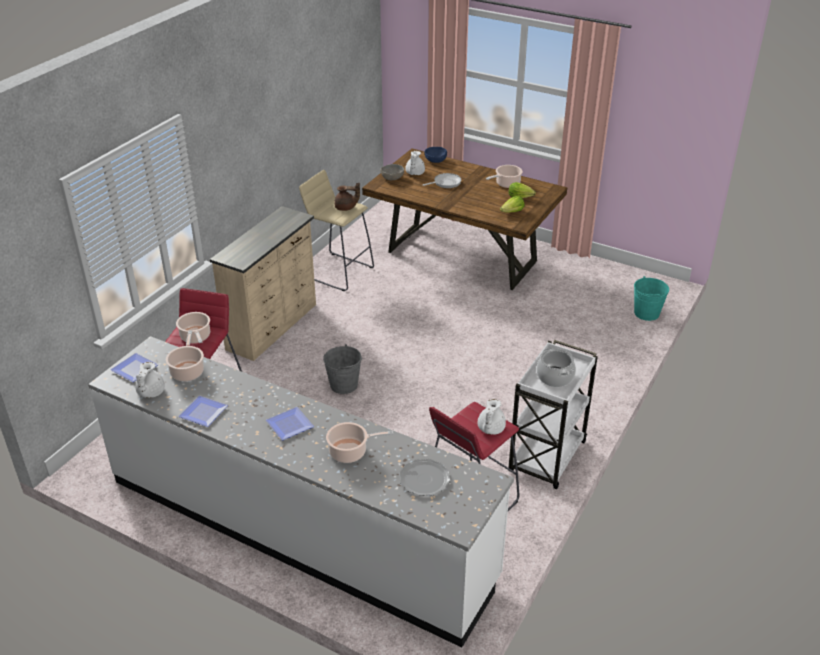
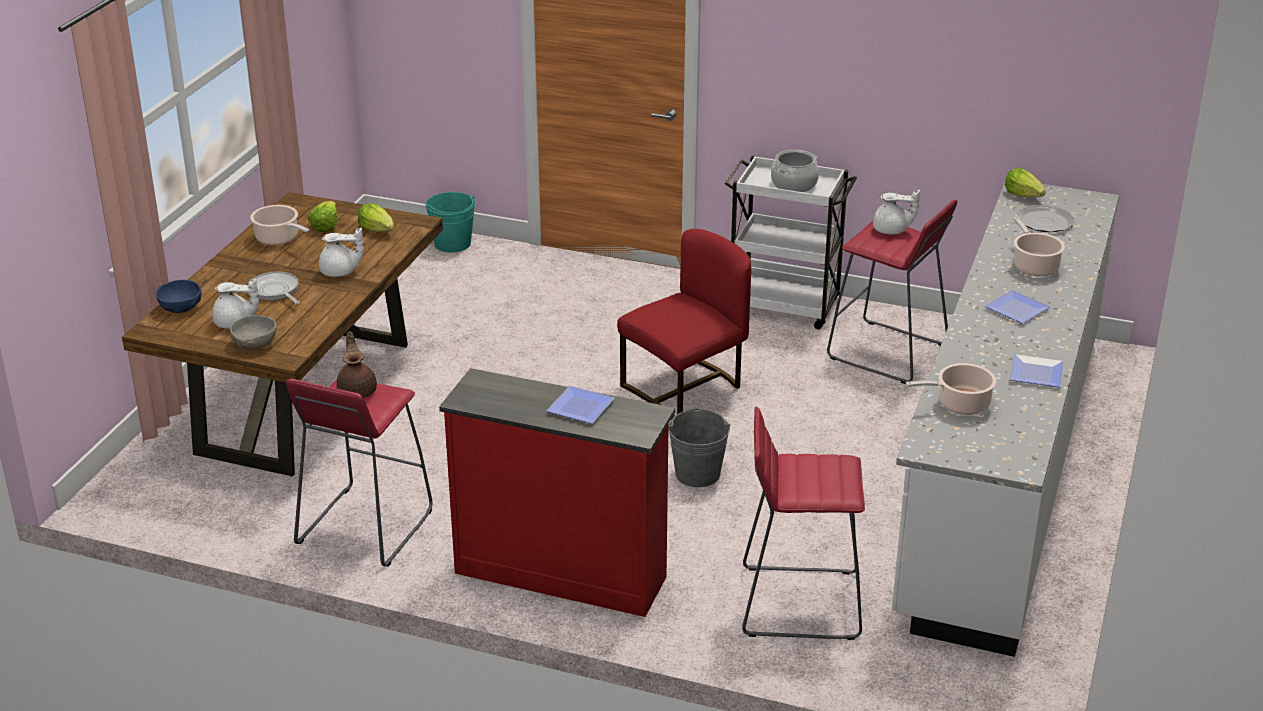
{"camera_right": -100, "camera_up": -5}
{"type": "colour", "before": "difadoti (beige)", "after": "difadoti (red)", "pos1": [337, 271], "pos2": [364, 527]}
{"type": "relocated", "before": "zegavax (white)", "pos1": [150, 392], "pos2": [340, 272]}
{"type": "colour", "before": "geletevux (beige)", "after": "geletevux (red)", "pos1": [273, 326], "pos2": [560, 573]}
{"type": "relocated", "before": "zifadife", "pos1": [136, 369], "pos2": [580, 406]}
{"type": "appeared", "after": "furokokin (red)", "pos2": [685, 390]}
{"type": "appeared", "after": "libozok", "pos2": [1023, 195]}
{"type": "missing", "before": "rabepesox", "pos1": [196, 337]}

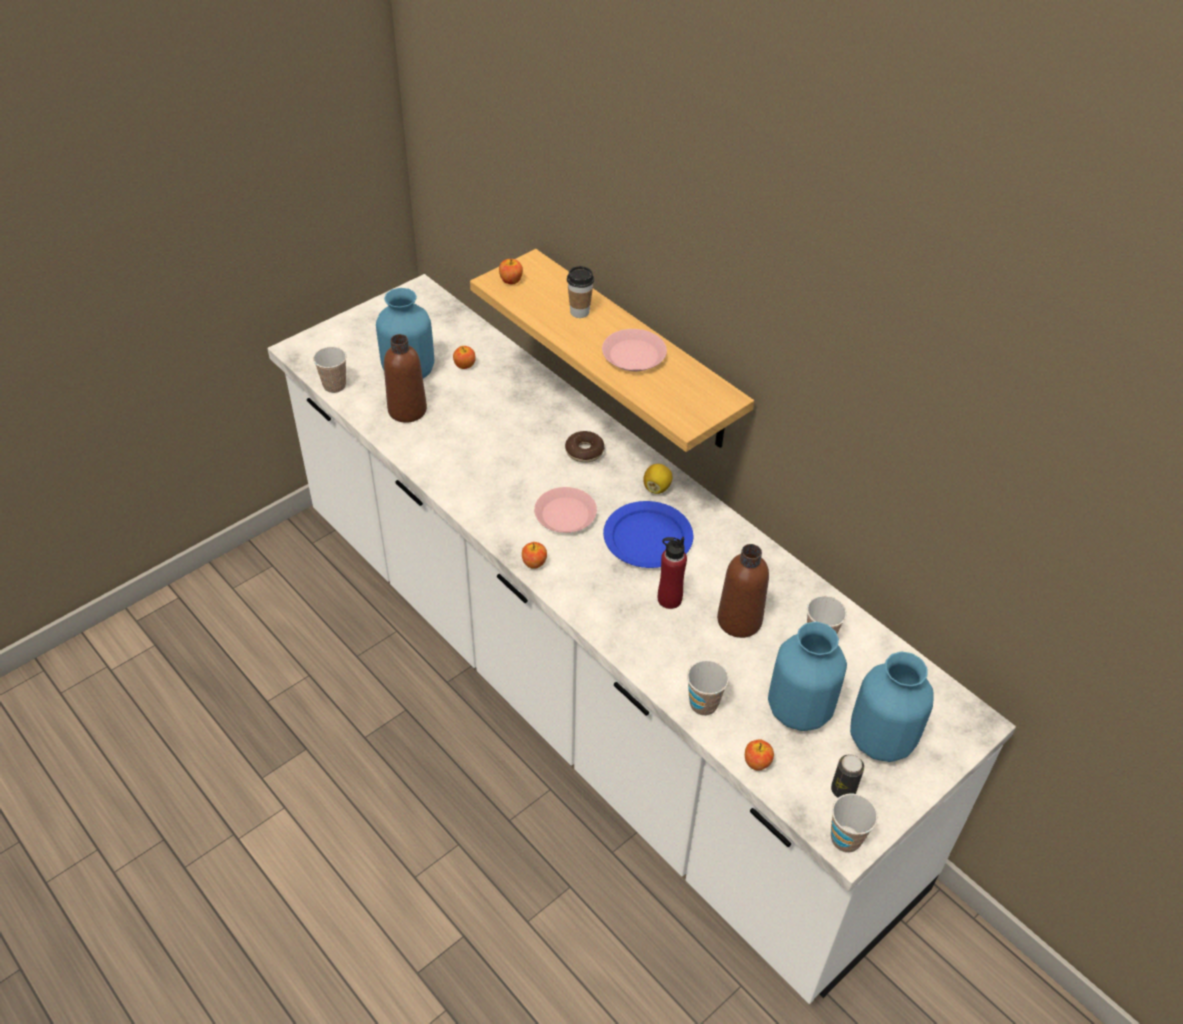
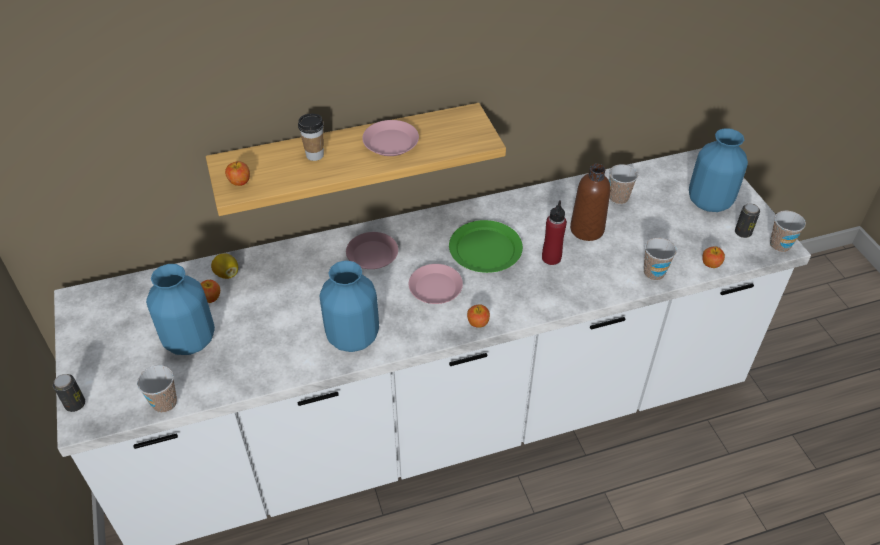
{"camera_right": -65, "camera_up": 0}
{"type": "appeared", "after": "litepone", "pos2": [75, 404]}
{"type": "relocated", "before": "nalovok", "pos1": [657, 487], "pos2": [227, 274]}
{"type": "relocated", "before": "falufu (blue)", "pos1": [799, 711], "pos2": [353, 337]}
{"type": "exchanged", "before": "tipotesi", "after": "zifadife (pink)", "pos1": [584, 451], "pos2": [372, 254]}
{"type": "colour", "before": "zifadife (blue)", "after": "zifadife (green)", "pos1": [647, 538], "pos2": [485, 249]}
{"type": "missing", "before": "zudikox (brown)", "pos1": [407, 410]}

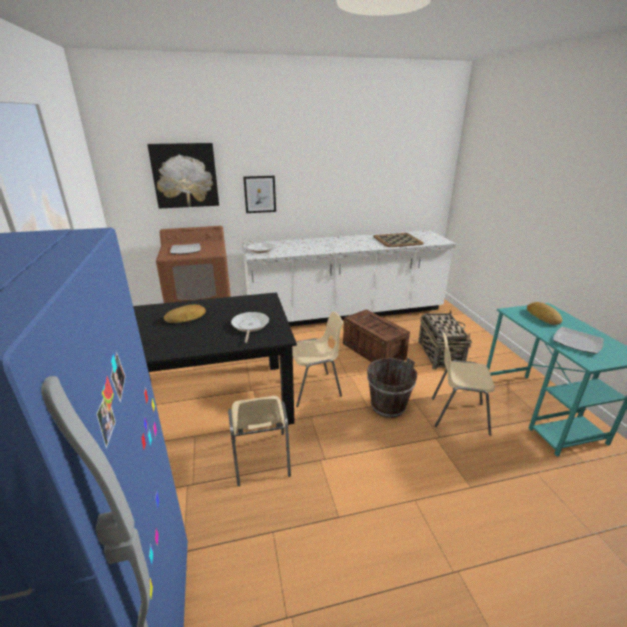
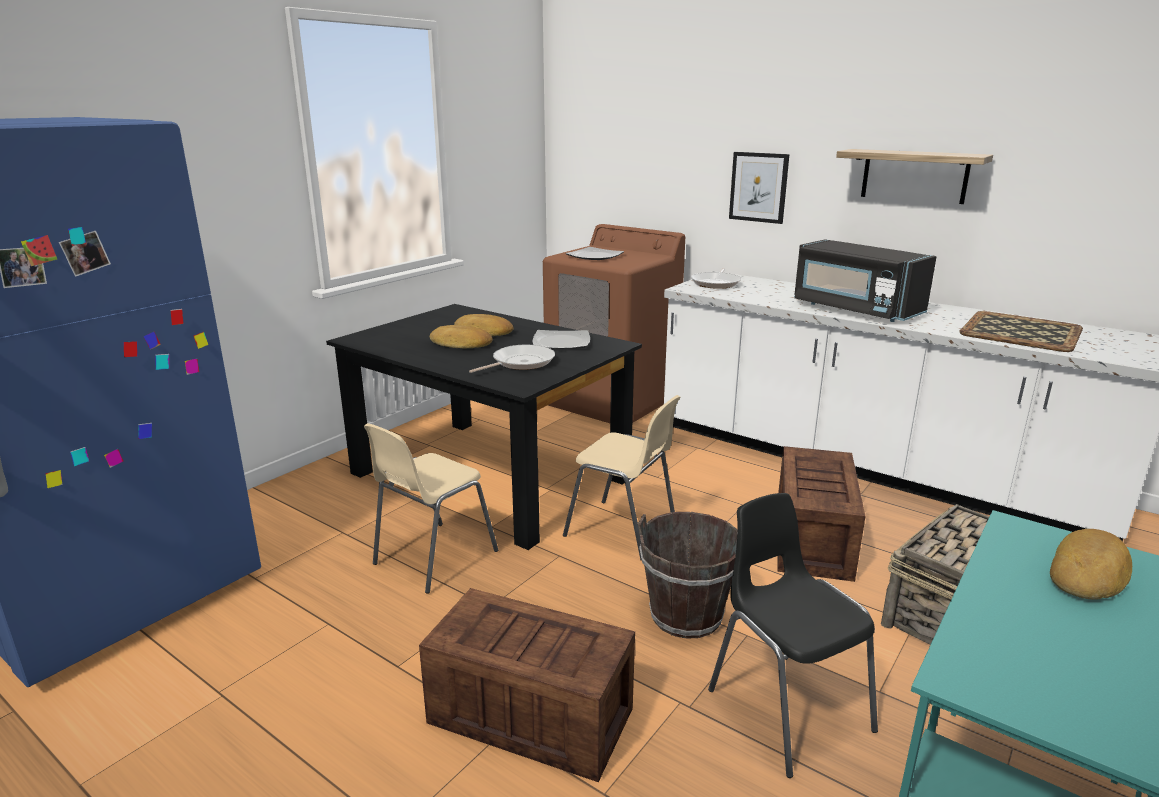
{"camera_right": 50, "camera_up": -5}
{"type": "appeared", "after": "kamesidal", "pos2": [527, 715]}
{"type": "appeared", "after": "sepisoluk", "pos2": [461, 344]}
{"type": "relocated", "before": "zifadife", "pos1": [577, 342], "pos2": [562, 342]}
{"type": "colour", "before": "furokokin (beige)", "after": "furokokin (black)", "pos1": [457, 415], "pos2": [786, 708]}
{"type": "appeared", "after": "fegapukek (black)", "pos2": [855, 309]}
{"type": "appeared", "after": "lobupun", "pos2": [914, 176]}
{"type": "missing", "before": "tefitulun", "pos1": [185, 175]}

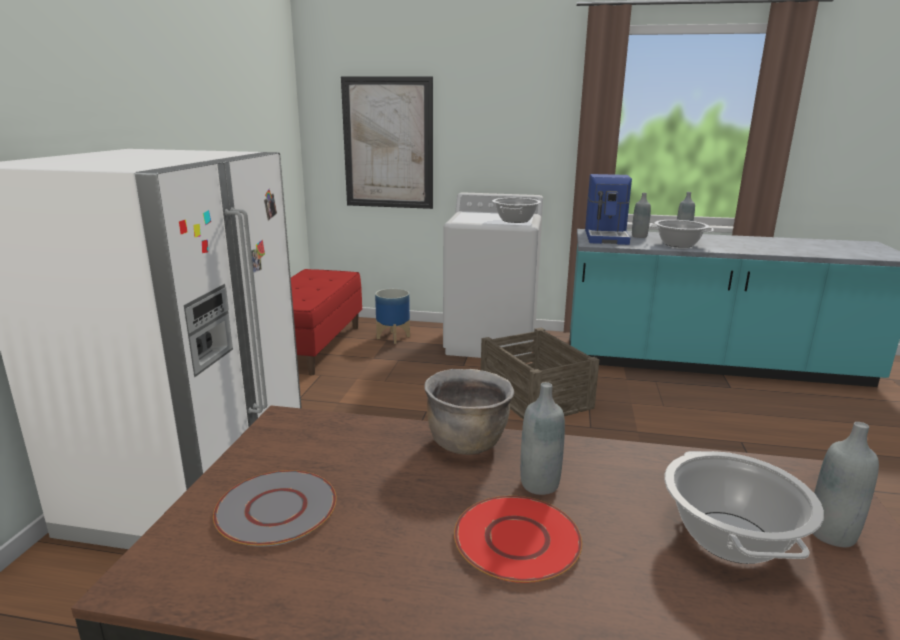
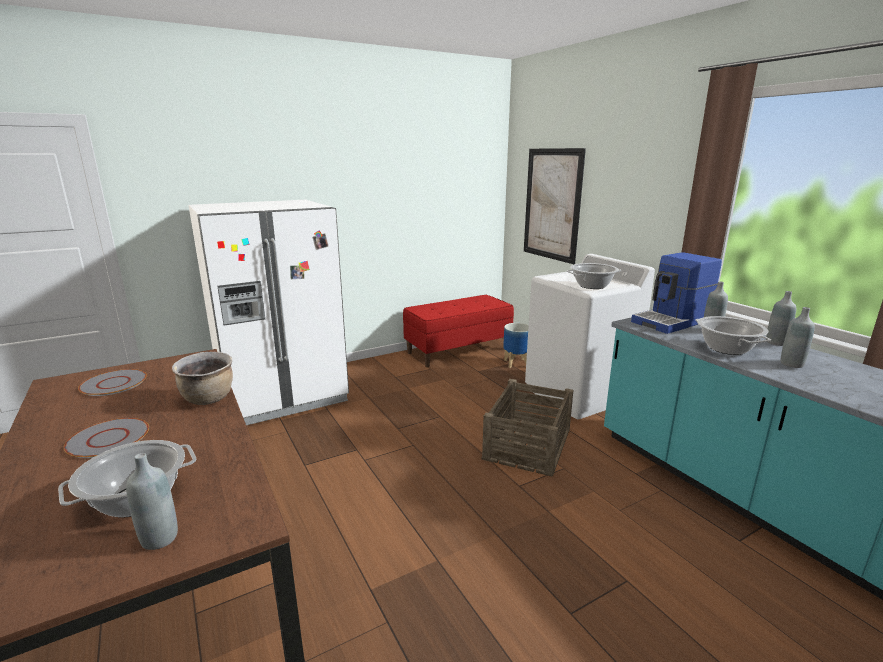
{"camera_right": 50, "camera_up": 0}
{"type": "colour", "before": "zifadife (red)", "after": "zifadife (grey)", "pos1": [518, 539], "pos2": [108, 439]}
{"type": "relocated", "before": "zudikox (grey)", "pos1": [539, 484], "pos2": [791, 364]}

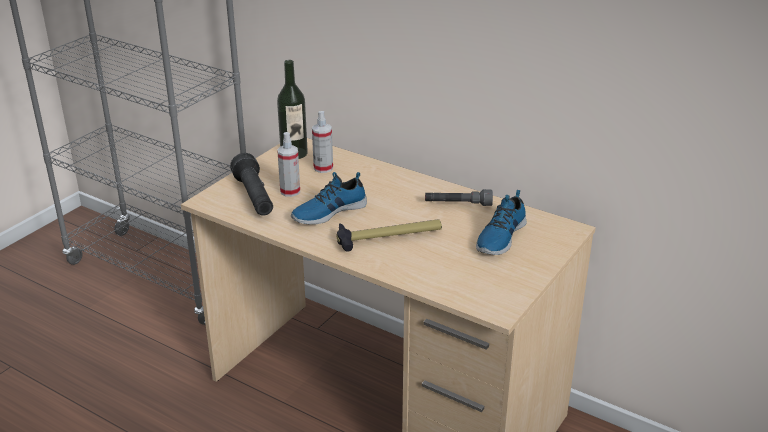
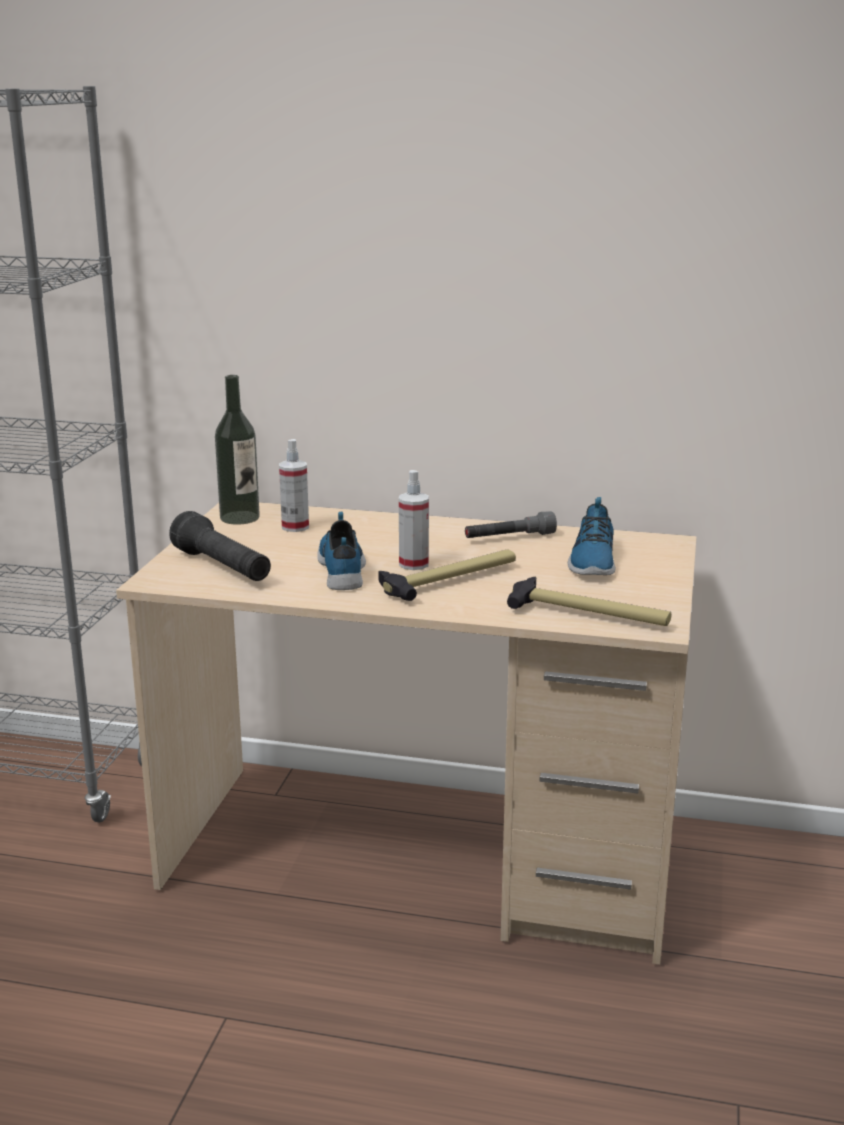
{"camera_right": -20, "camera_up": -10}
{"type": "spun", "before": "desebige", "pos1": [328, 211], "pos2": [343, 567], "turn": 135}
{"type": "relocated", "before": "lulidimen", "pos1": [290, 191], "pos2": [414, 564]}
{"type": "appeared", "after": "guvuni", "pos2": [589, 615]}

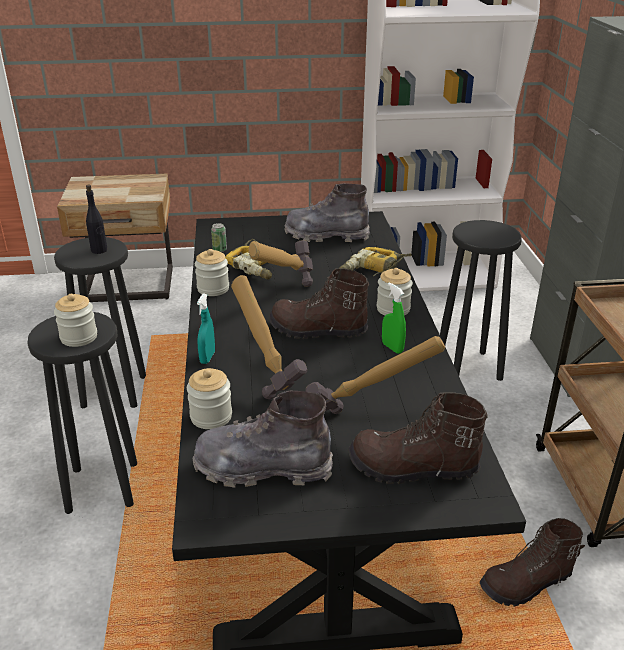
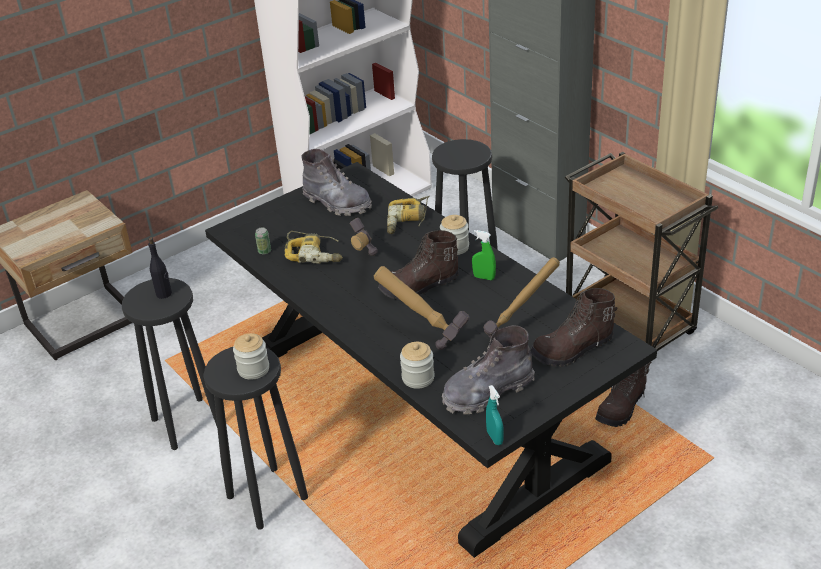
{"camera_right": -30, "camera_up": 5}
{"type": "spun", "before": "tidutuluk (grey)", "pos1": [326, 235], "pos2": [337, 203], "turn": -120}
{"type": "relocated", "before": "lulidimen (turquoise)", "pos1": [207, 357], "pos2": [494, 438]}
{"type": "missing", "before": "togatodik", "pos1": [213, 289]}

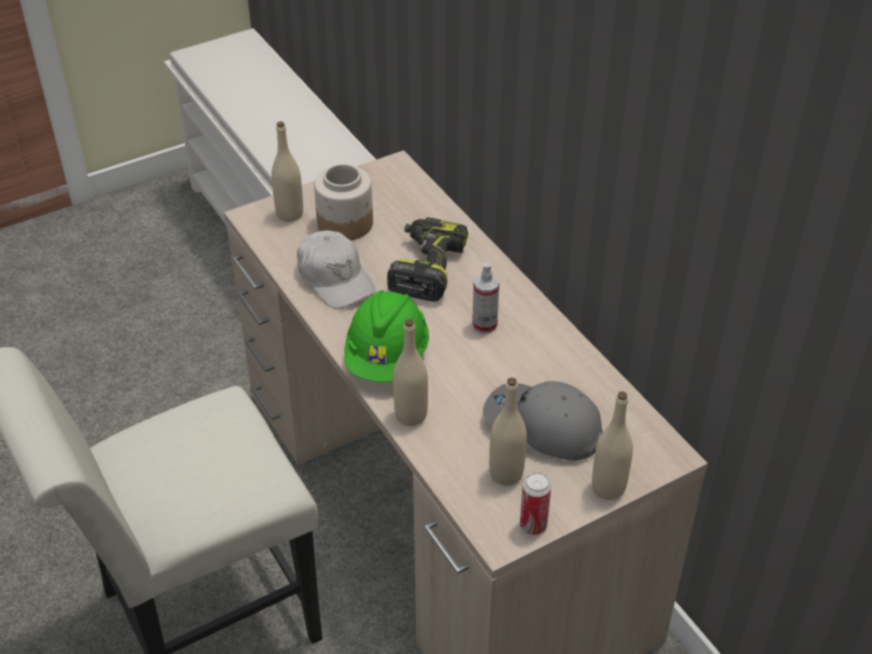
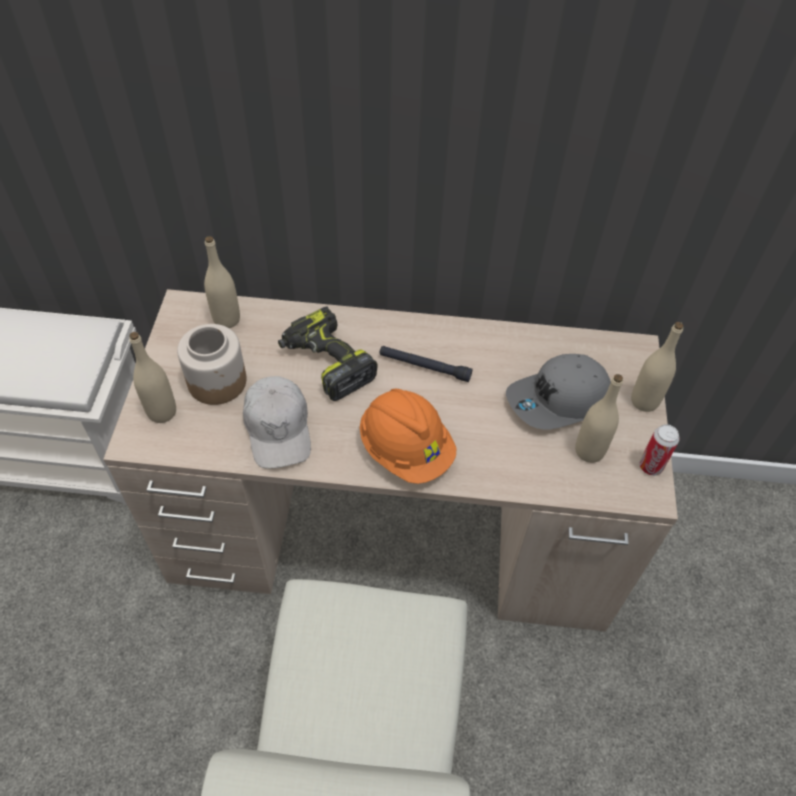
{"camera_right": -55, "camera_up": 10}
{"type": "relocated", "before": "zudikox (beige)", "pos1": [411, 415], "pos2": [226, 319]}
{"type": "spun", "before": "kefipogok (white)", "pos1": [335, 278], "pos2": [278, 428], "turn": 75}
{"type": "colour", "before": "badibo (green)", "after": "badibo (orange)", "pos1": [387, 357], "pos2": [406, 450]}
{"type": "exchanged", "before": "lulidimen", "after": "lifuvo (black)", "pos1": [484, 325], "pos2": [424, 367]}

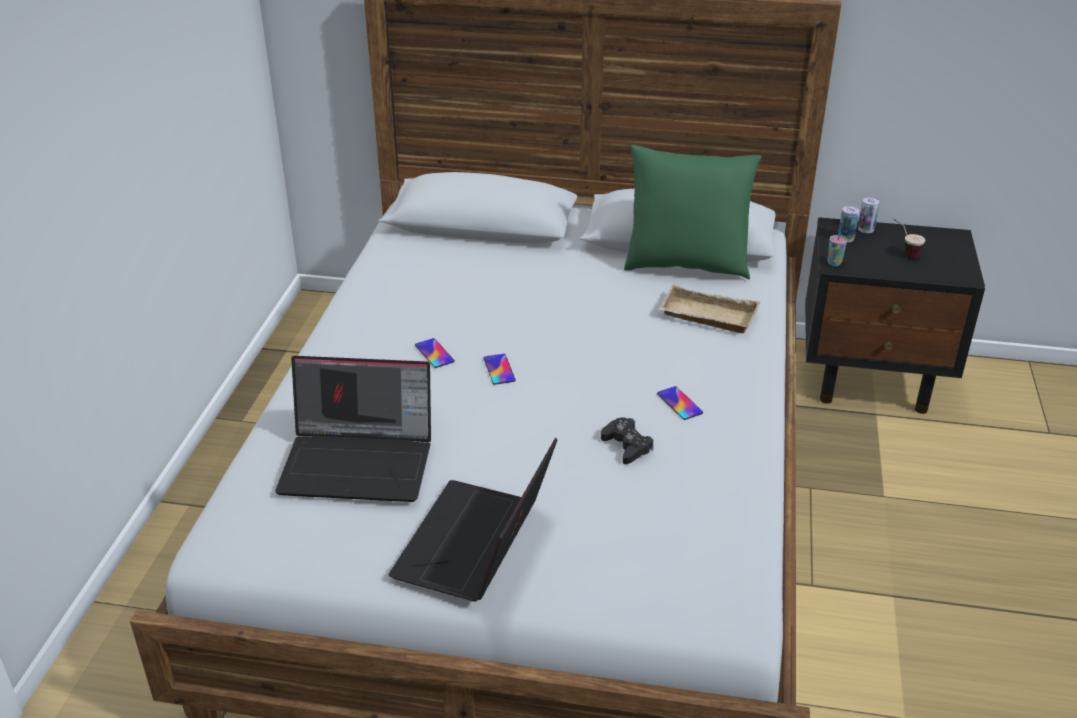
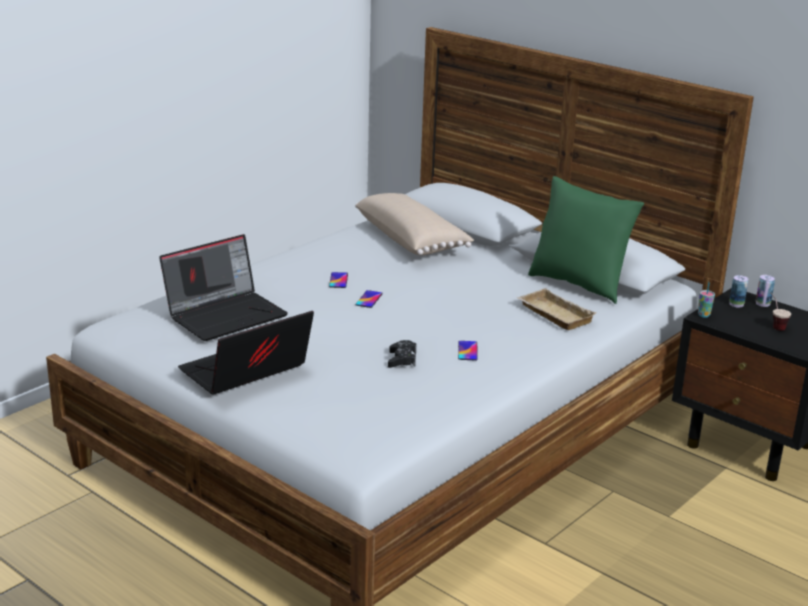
{"camera_right": 30, "camera_up": -10}
{"type": "spun", "before": "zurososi", "pos1": [360, 462], "pos2": [226, 314], "turn": -75}
{"type": "appeared", "after": "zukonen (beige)", "pos2": [412, 240]}

